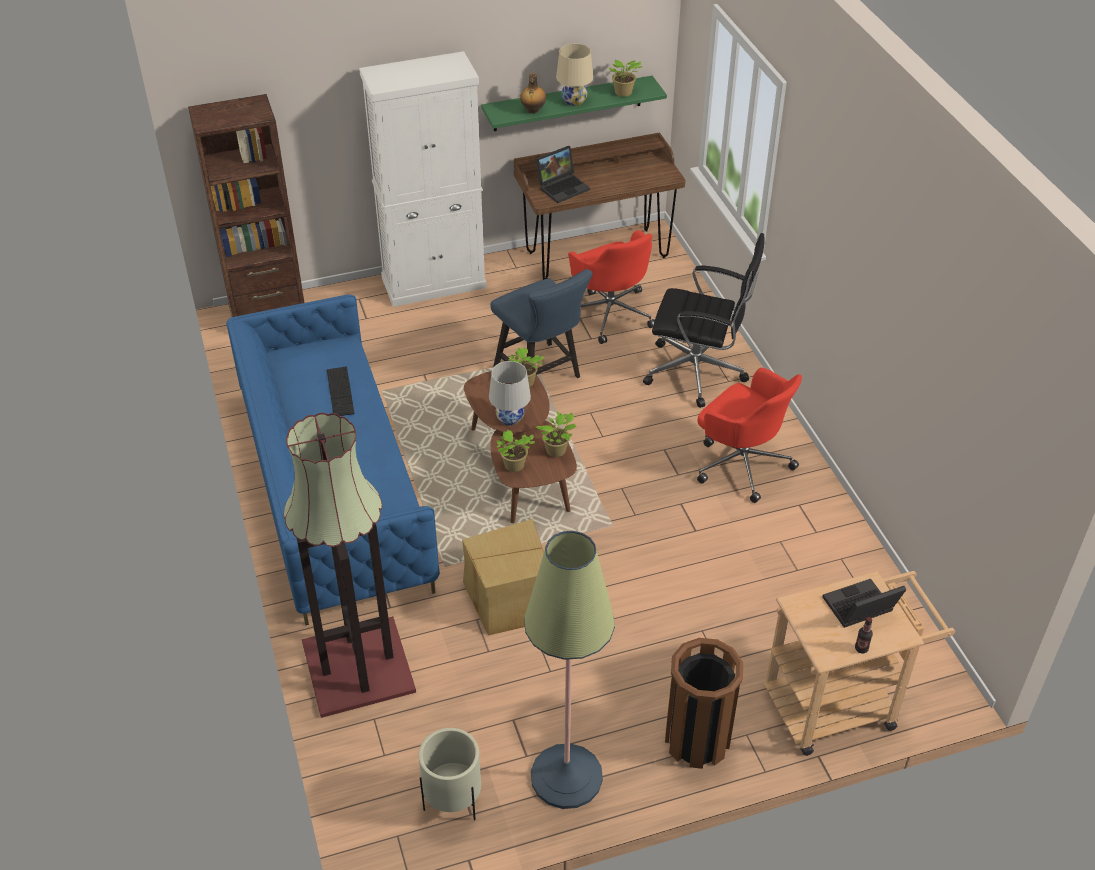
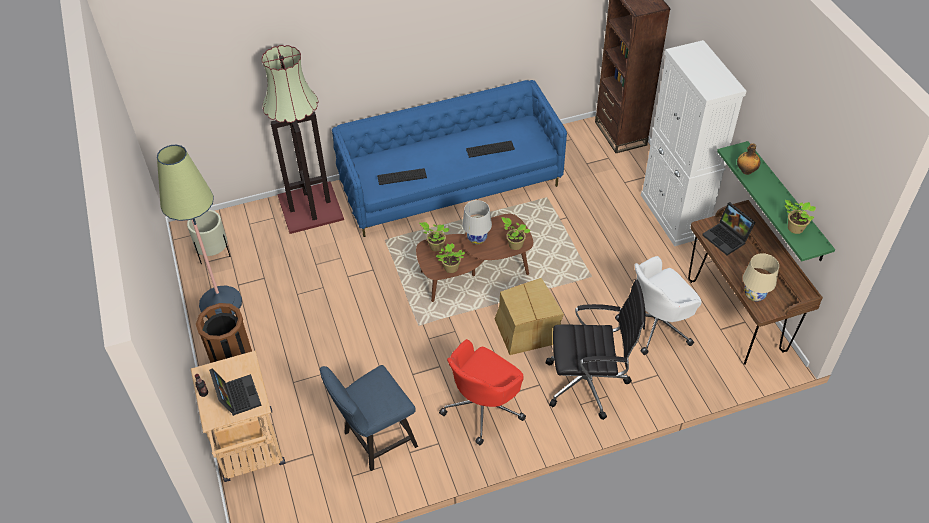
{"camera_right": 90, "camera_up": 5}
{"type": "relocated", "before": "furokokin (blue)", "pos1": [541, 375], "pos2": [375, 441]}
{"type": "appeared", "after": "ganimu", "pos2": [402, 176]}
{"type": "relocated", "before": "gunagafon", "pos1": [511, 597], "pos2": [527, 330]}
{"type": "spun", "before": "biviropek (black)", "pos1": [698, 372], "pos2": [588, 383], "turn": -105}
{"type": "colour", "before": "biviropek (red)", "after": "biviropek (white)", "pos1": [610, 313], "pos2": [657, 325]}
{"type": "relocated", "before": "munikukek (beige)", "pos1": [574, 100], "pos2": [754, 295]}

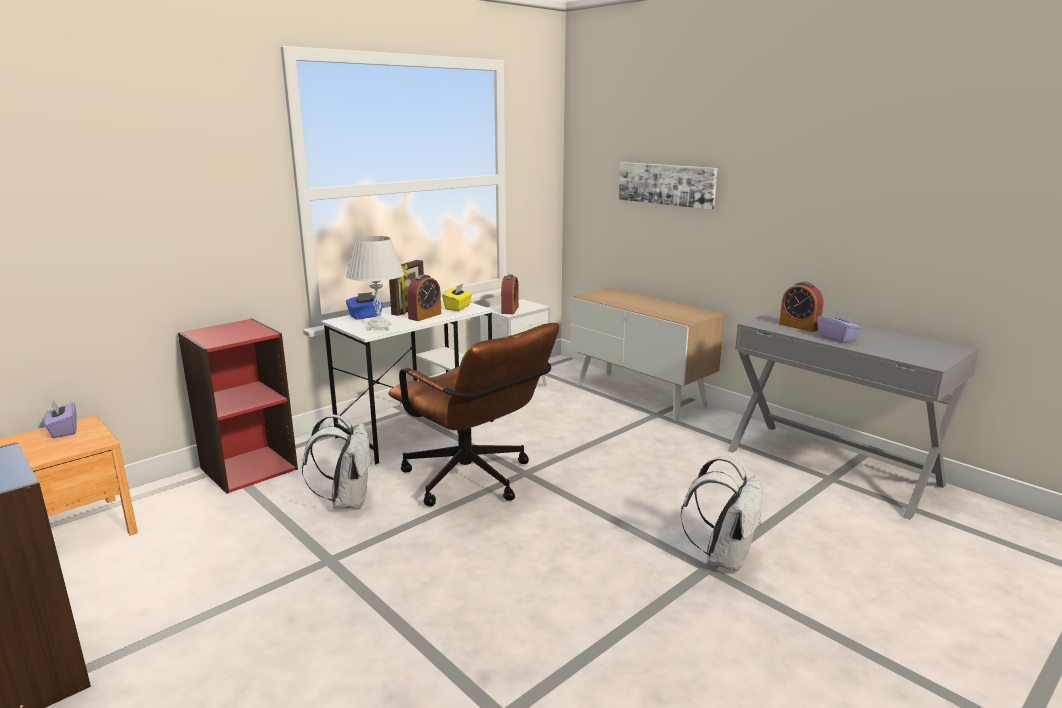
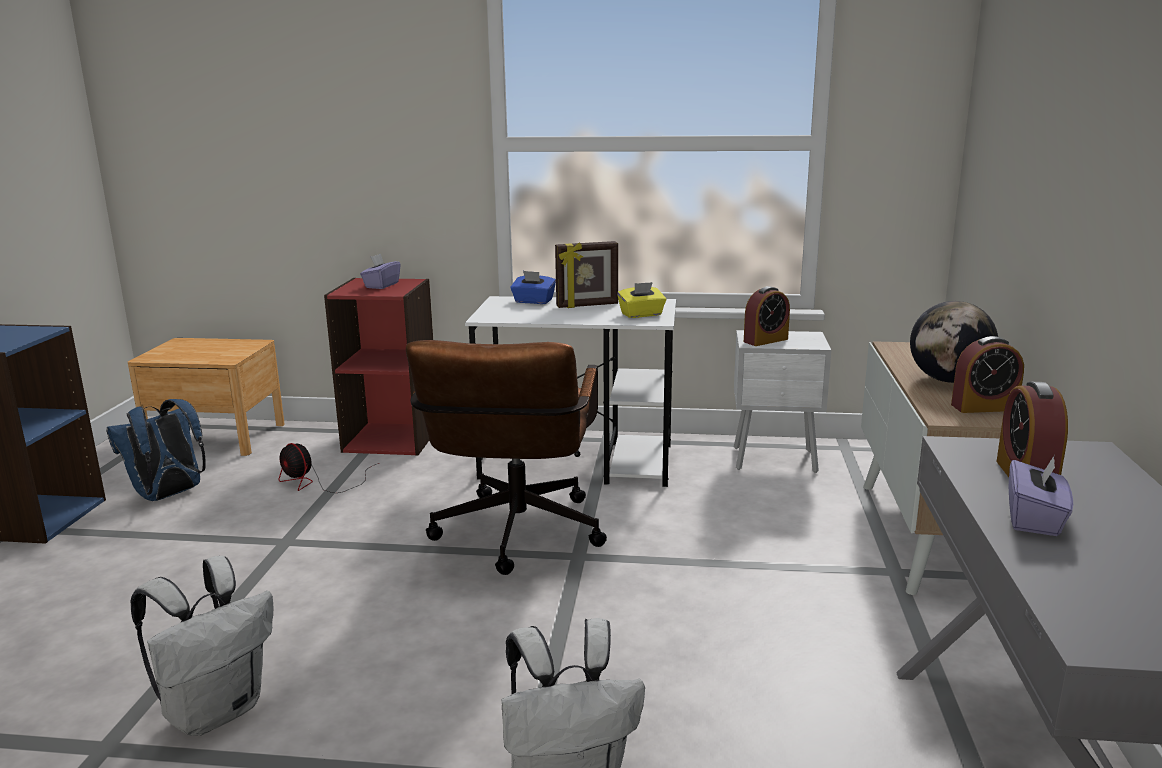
{"camera_right": 50, "camera_up": 0}
{"type": "appeared", "after": "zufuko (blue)", "pos2": [168, 495]}
{"type": "relocated", "before": "zufuko (white)", "pos1": [347, 501], "pos2": [216, 710]}
{"type": "appeared", "after": "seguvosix", "pos2": [317, 483]}
{"type": "relocated", "before": "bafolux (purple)", "pos1": [63, 431], "pos2": [381, 285]}
{"type": "appeared", "after": "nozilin", "pos2": [948, 380]}
{"type": "relocated", "before": "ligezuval", "pos1": [425, 316], "pos2": [984, 407]}
{"type": "missing", "before": "munikukek (white)", "pos1": [379, 327]}
{"type": "missing", "before": "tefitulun", "pos1": [666, 184]}

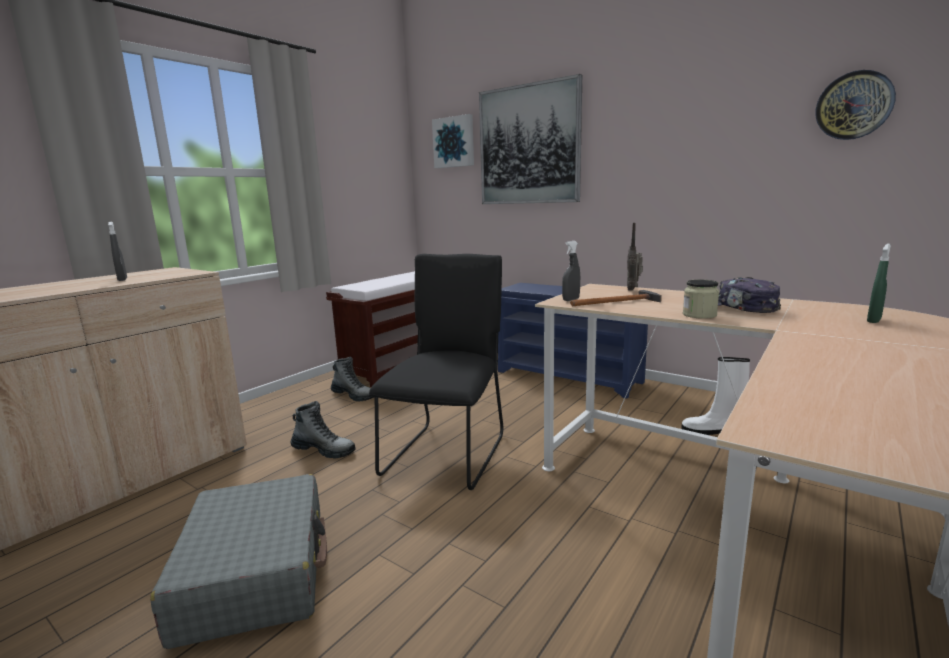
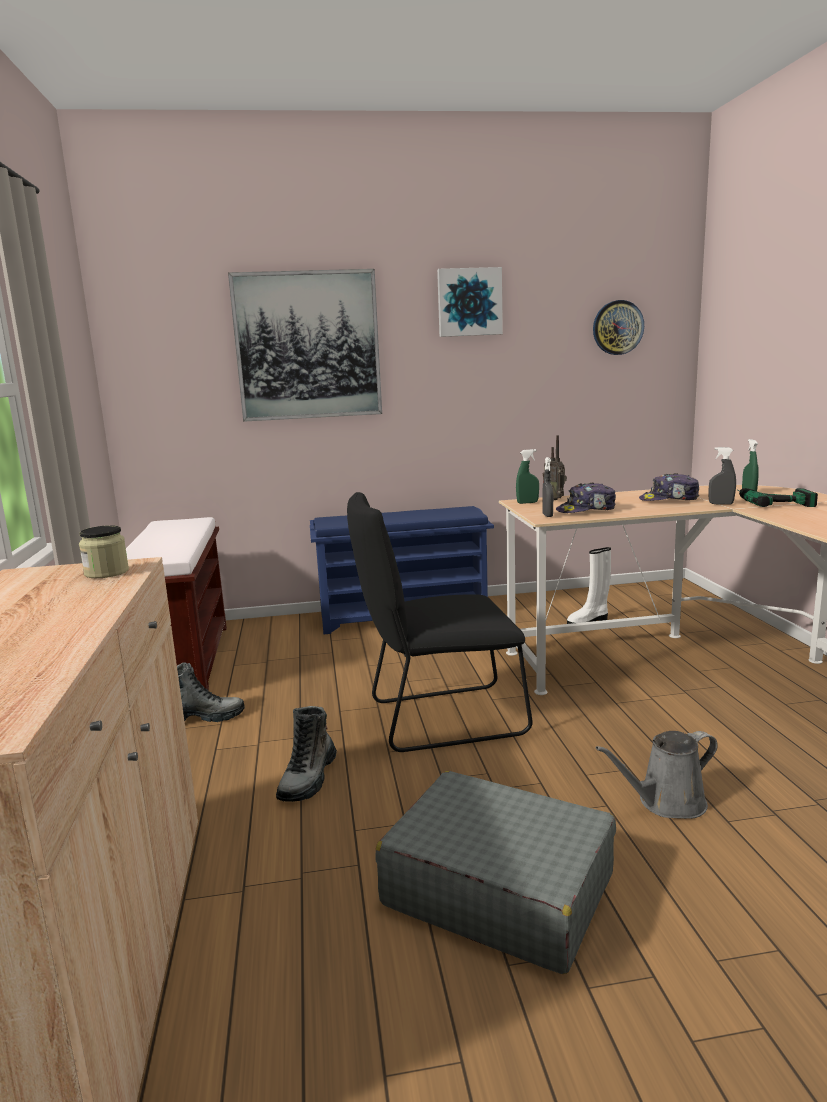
{"camera_right": -45, "camera_up": 0}
{"type": "relocated", "before": "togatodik", "pos1": [699, 315], "pos2": [106, 572]}
{"type": "spun", "before": "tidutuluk", "pos1": [324, 450], "pos2": [308, 778], "turn": 135}
{"type": "spun", "before": "furokokin (black)", "pos1": [448, 452], "pos2": [439, 719], "turn": -75}
{"type": "relocated", "before": "tefitulun", "pos1": [454, 142], "pos2": [469, 302]}
{"type": "appeared", "after": "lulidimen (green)", "pos2": [527, 503]}
{"type": "exchanged", "before": "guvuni", "after": "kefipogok", "pos1": [618, 302], "pos2": [586, 510]}
{"type": "appeared", "after": "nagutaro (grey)", "pos2": [666, 803]}
{"type": "relocated", "before": "lulidimen (grey)", "pos1": [122, 279], "pos2": [721, 504]}
{"type": "appeared", "after": "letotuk", "pos2": [771, 501]}

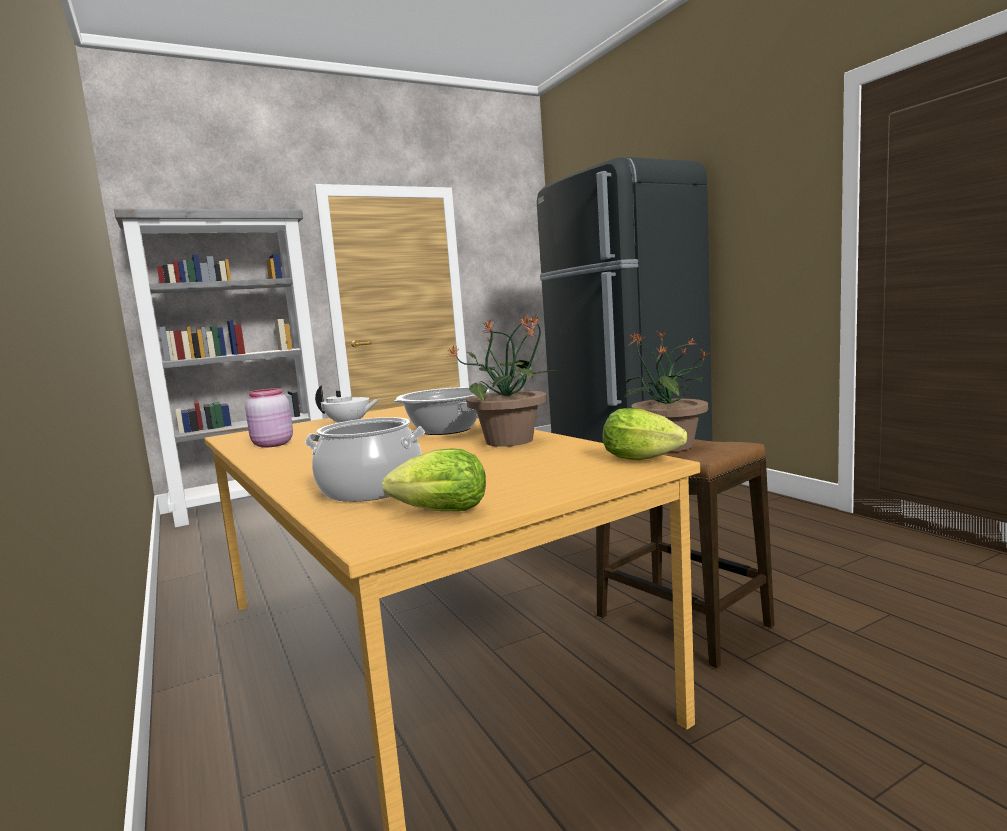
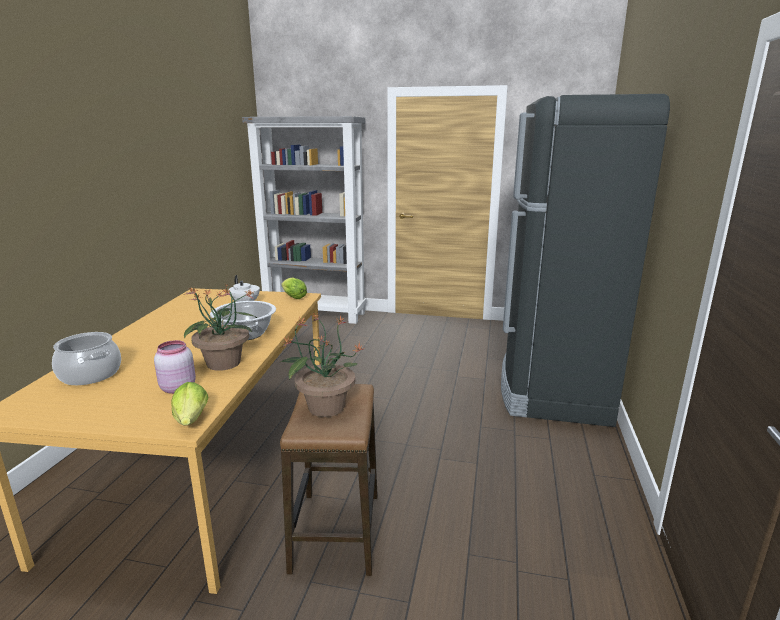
{"camera_right": 40, "camera_up": 10}
{"type": "relocated", "before": "togatodik (pink)", "pos1": [271, 445], "pos2": [177, 388]}
{"type": "relocated", "before": "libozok", "pos1": [436, 512], "pos2": [293, 297]}

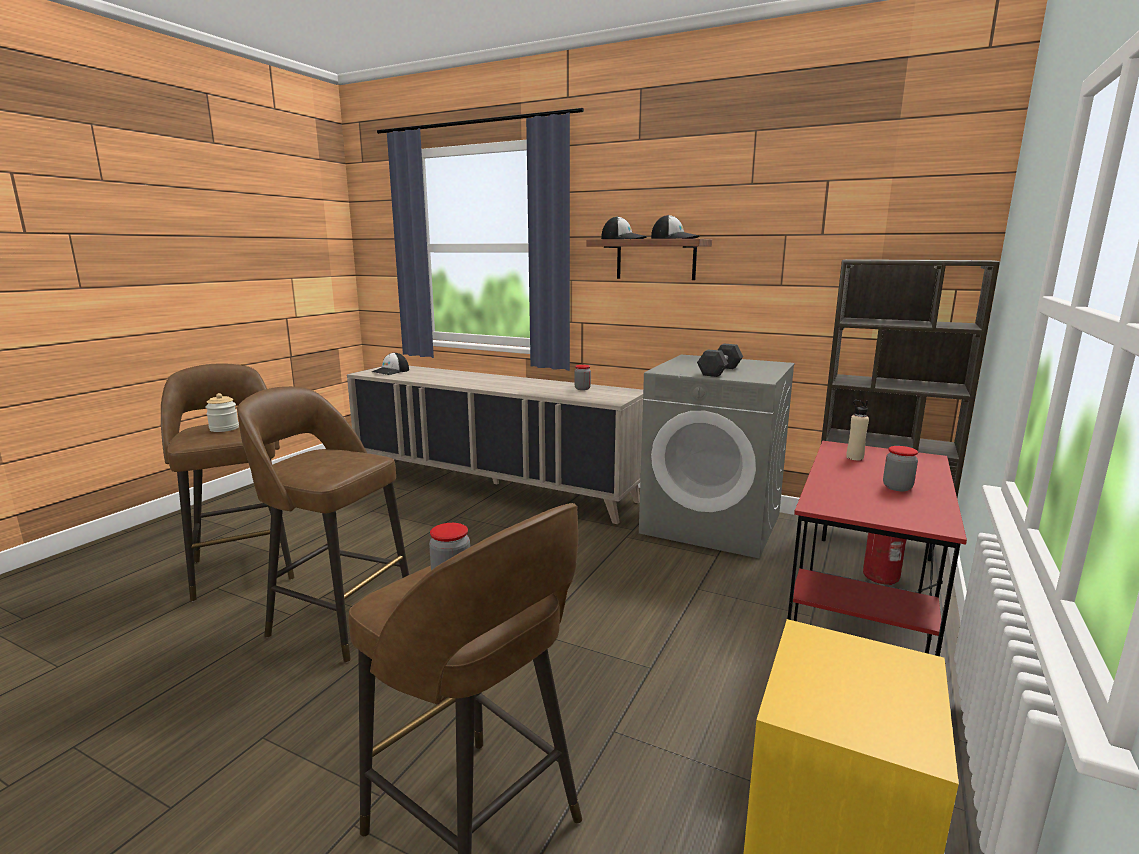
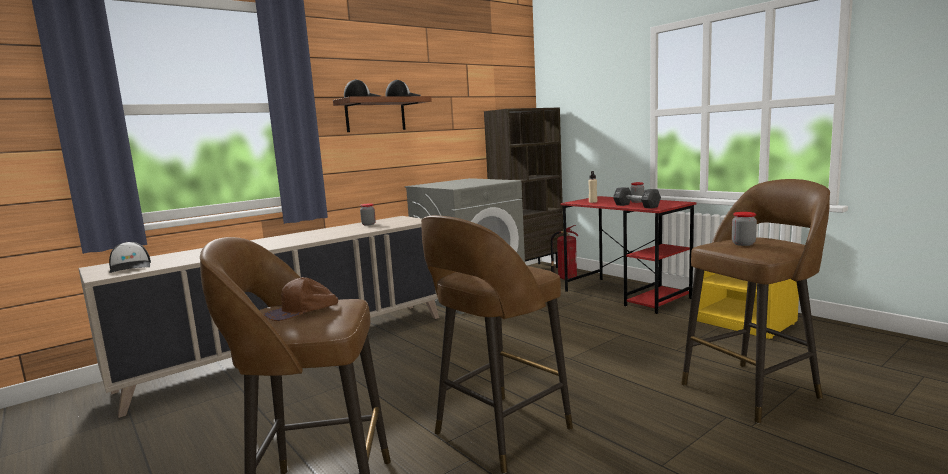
{"camera_right": -65, "camera_up": -5}
{"type": "exchanged", "before": "togatodik", "after": "kefipogok (brown)", "pos1": [224, 428], "pos2": [302, 310]}
{"type": "relocated", "before": "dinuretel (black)", "pos1": [719, 371], "pos2": [636, 206]}

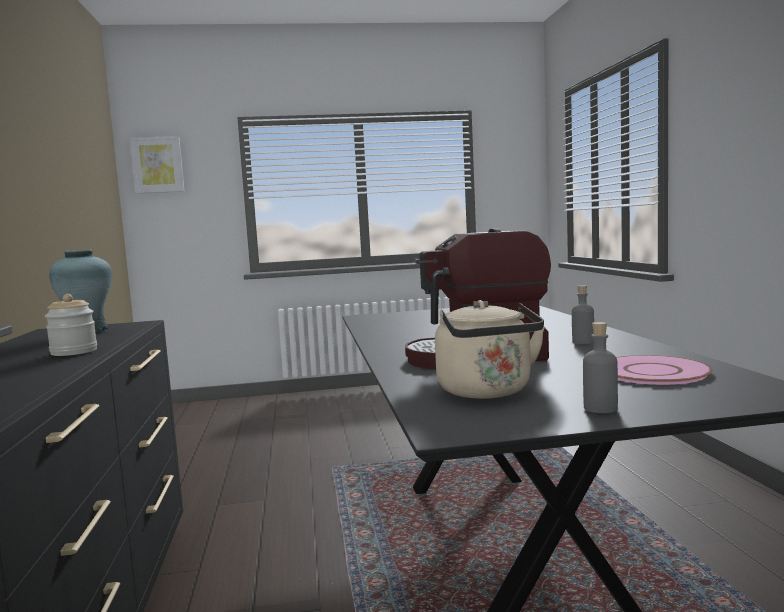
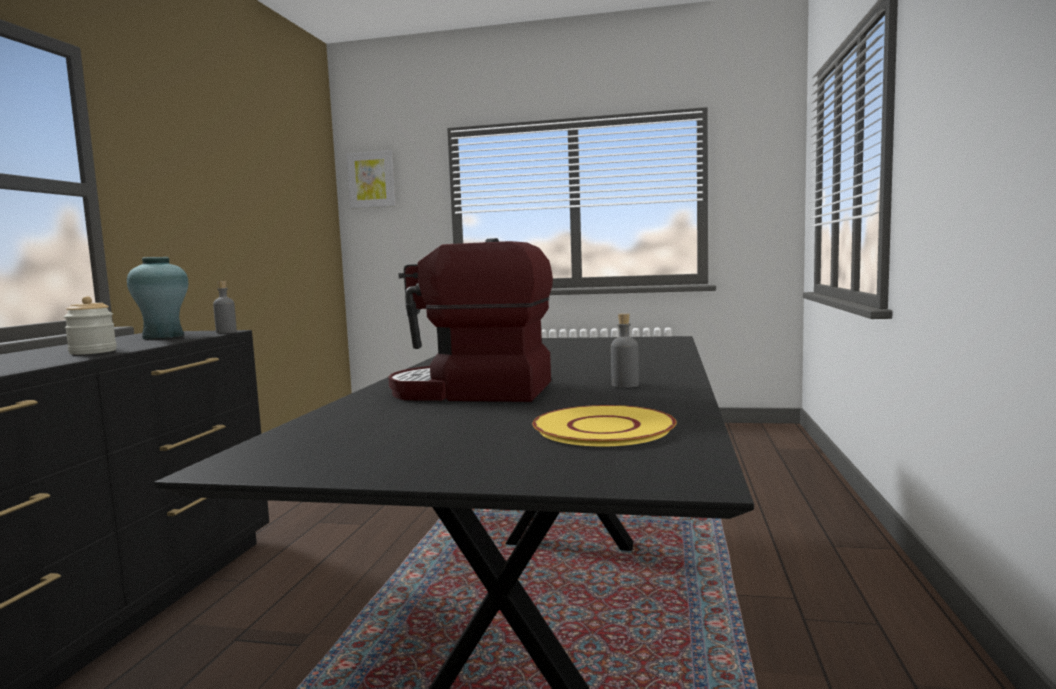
{"camera_right": 20, "camera_up": 0}
{"type": "relocated", "before": "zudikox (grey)", "pos1": [600, 408], "pos2": [226, 332]}
{"type": "colour", "before": "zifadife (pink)", "after": "zifadife (yellow)", "pos1": [653, 372], "pos2": [603, 428]}
{"type": "missing", "before": "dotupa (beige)", "pos1": [488, 392]}

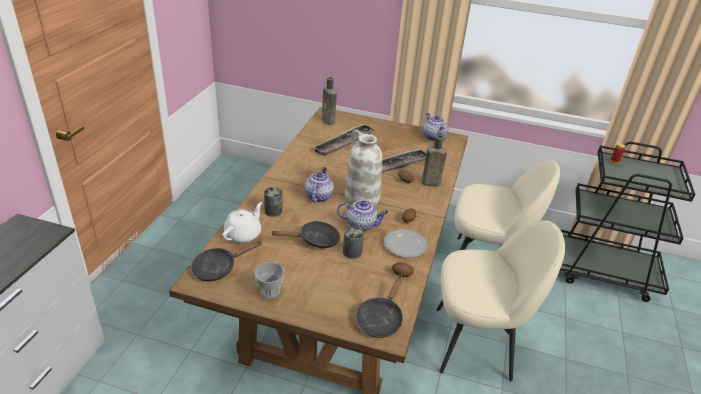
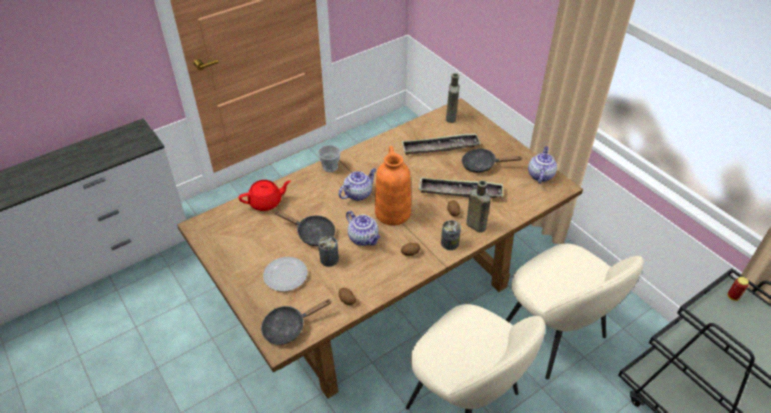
{"camera_right": 40, "camera_up": 10}
{"type": "colour", "before": "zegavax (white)", "after": "zegavax (red)", "pos1": [243, 234], "pos2": [266, 202]}
{"type": "relocated", "before": "zifadife", "pos1": [405, 245], "pos2": [285, 275]}
{"type": "relocated", "before": "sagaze", "pos1": [270, 291], "pos2": [330, 167]}
{"type": "colour", "before": "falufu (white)", "after": "falufu (orange)", "pos1": [361, 198], "pos2": [392, 212]}
{"type": "relocated", "before": "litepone", "pos1": [273, 211], "pos2": [449, 243]}
{"type": "relocated", "before": "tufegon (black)", "pos1": [218, 268], "pos2": [482, 165]}

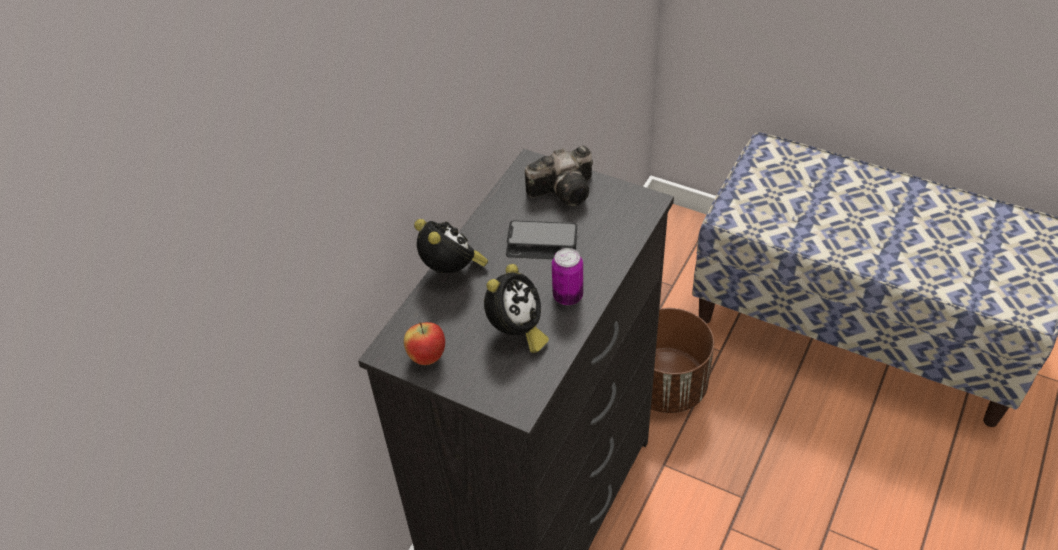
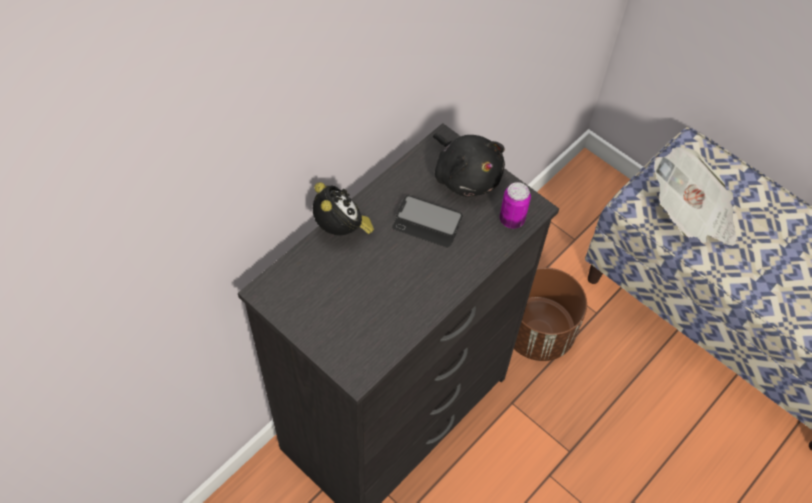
{"camera_right": 10, "camera_up": 10}
{"type": "exchanged", "before": "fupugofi", "after": "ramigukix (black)", "pos1": [566, 189], "pos2": [466, 175]}
{"type": "relocated", "before": "litepone", "pos1": [567, 296], "pos2": [511, 220]}
{"type": "appeared", "after": "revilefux", "pos2": [690, 214]}
{"type": "missing", "before": "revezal", "pos1": [427, 357]}
{"type": "missing", "before": "ligezuval", "pos1": [516, 332]}

